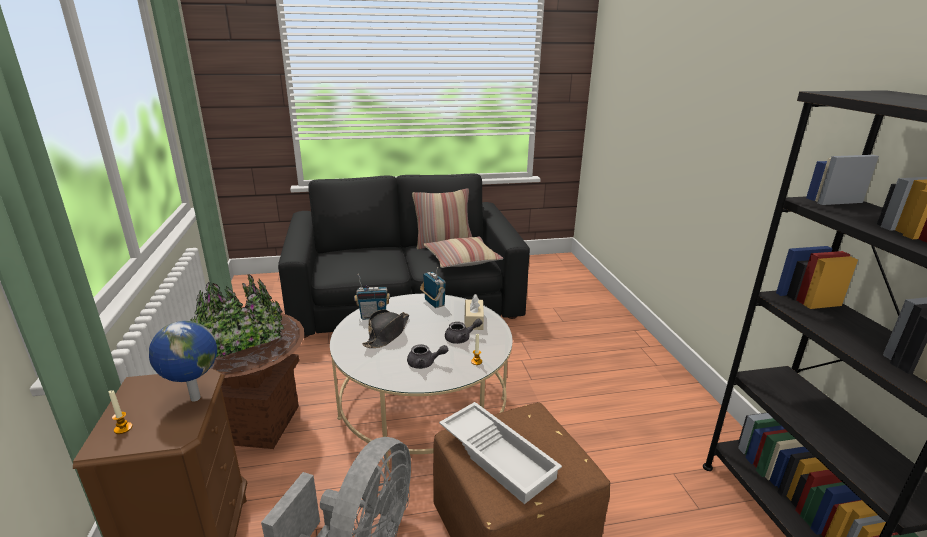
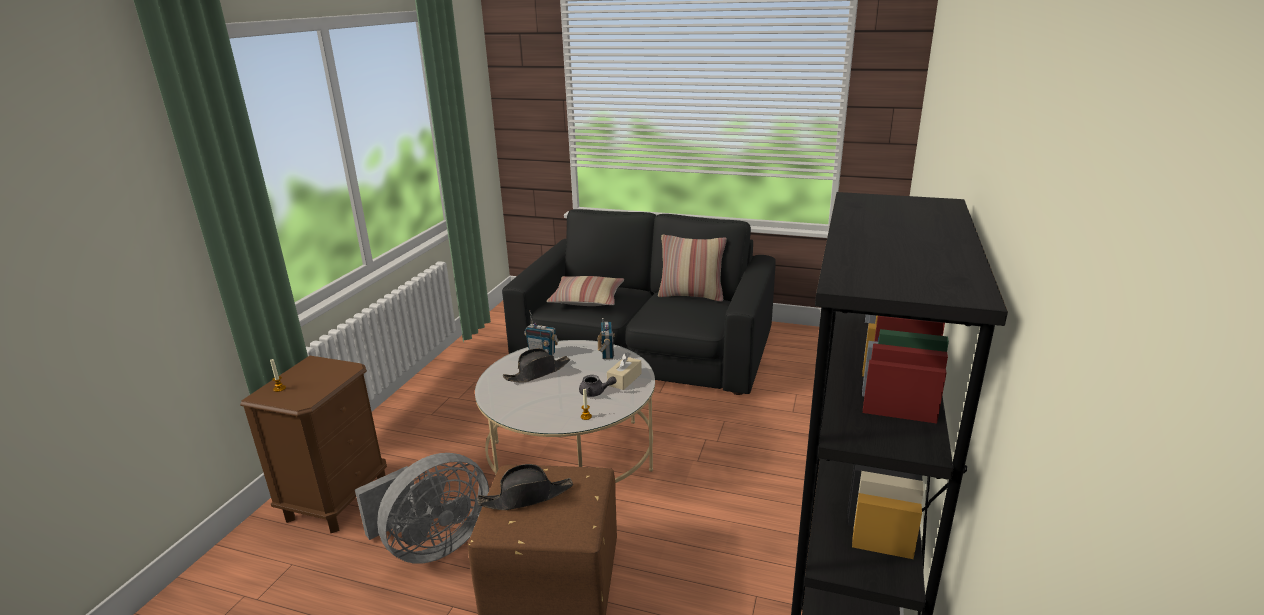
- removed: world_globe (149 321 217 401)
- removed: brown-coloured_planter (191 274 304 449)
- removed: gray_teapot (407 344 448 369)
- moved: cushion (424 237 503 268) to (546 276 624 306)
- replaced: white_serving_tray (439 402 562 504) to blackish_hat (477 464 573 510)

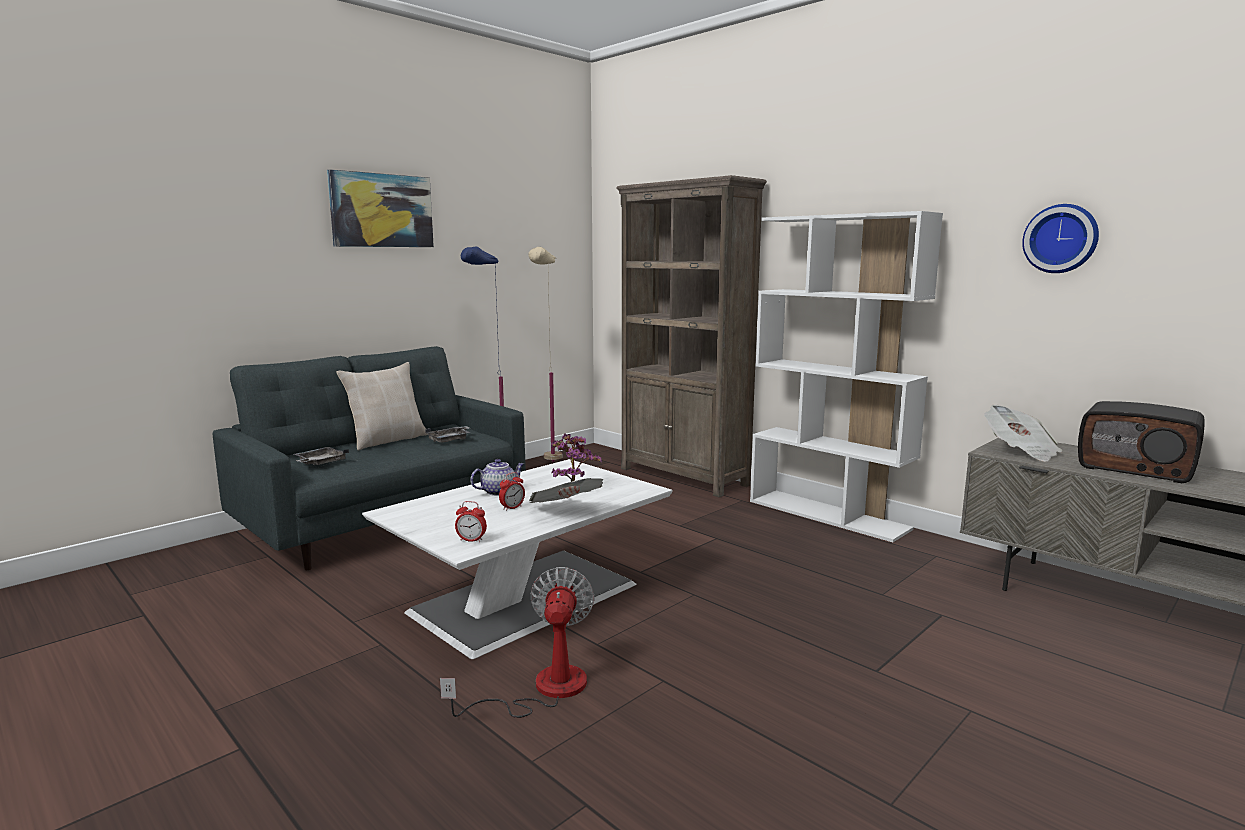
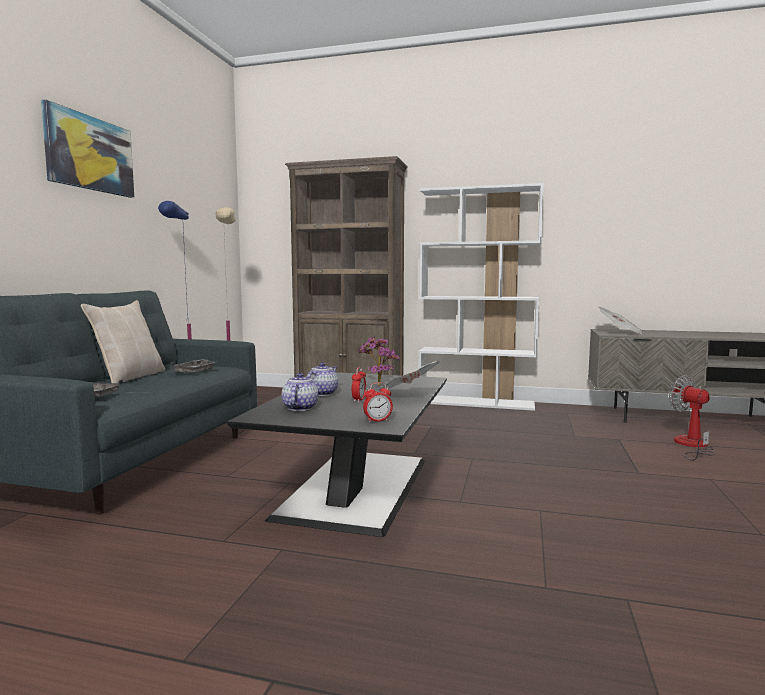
- recoloured: white_low_table (362 459 673 659) to blackish_low_table (227 372 447 537)
- moved: fan (440 567 595 718) to (669 375 715 461)
- removed: wall_clock (1022 204 1099 273)
- removed: radio_set (1078 401 1205 483)
- added: teapot (282 373 318 411)

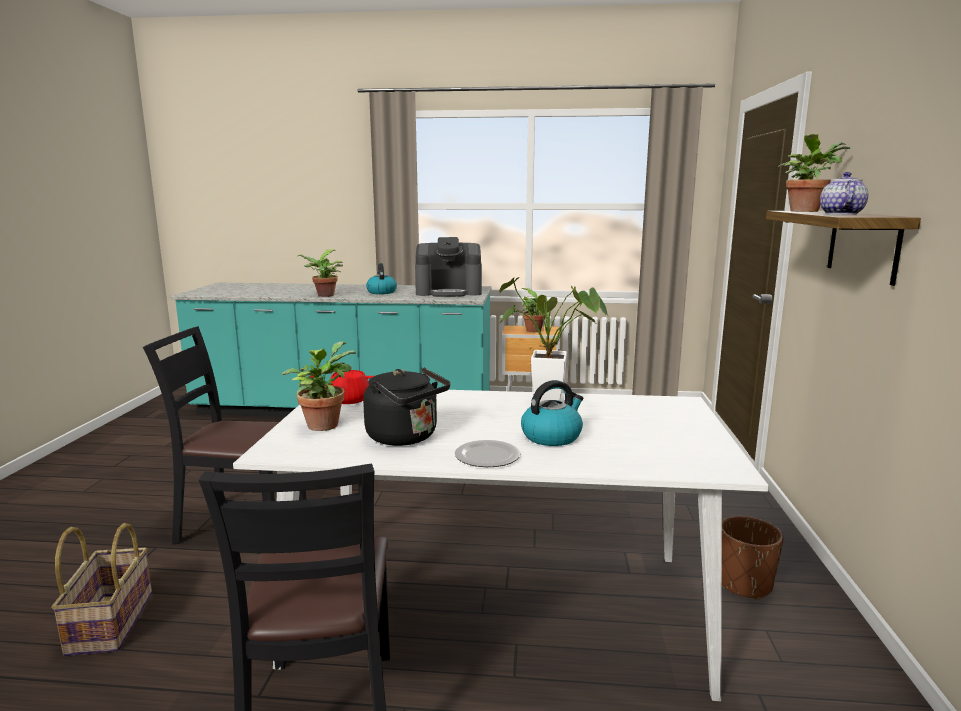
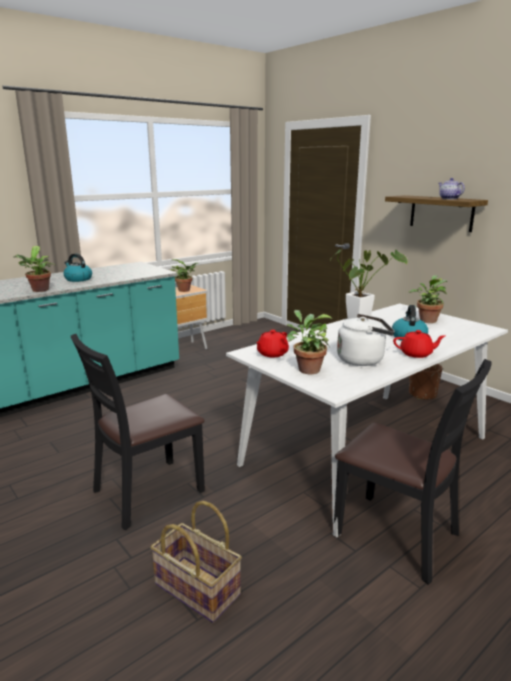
- recoloured: blackish_kettle (363 367 450 446) to white_kettle (337 314 395 366)
- removed: coffee_brewer (415 237 482 297)
- replaced: plate (455 440 520 467) to red_teapot (393 330 445 358)
- moved: houseplant (778 134 850 212) to (409 275 447 323)

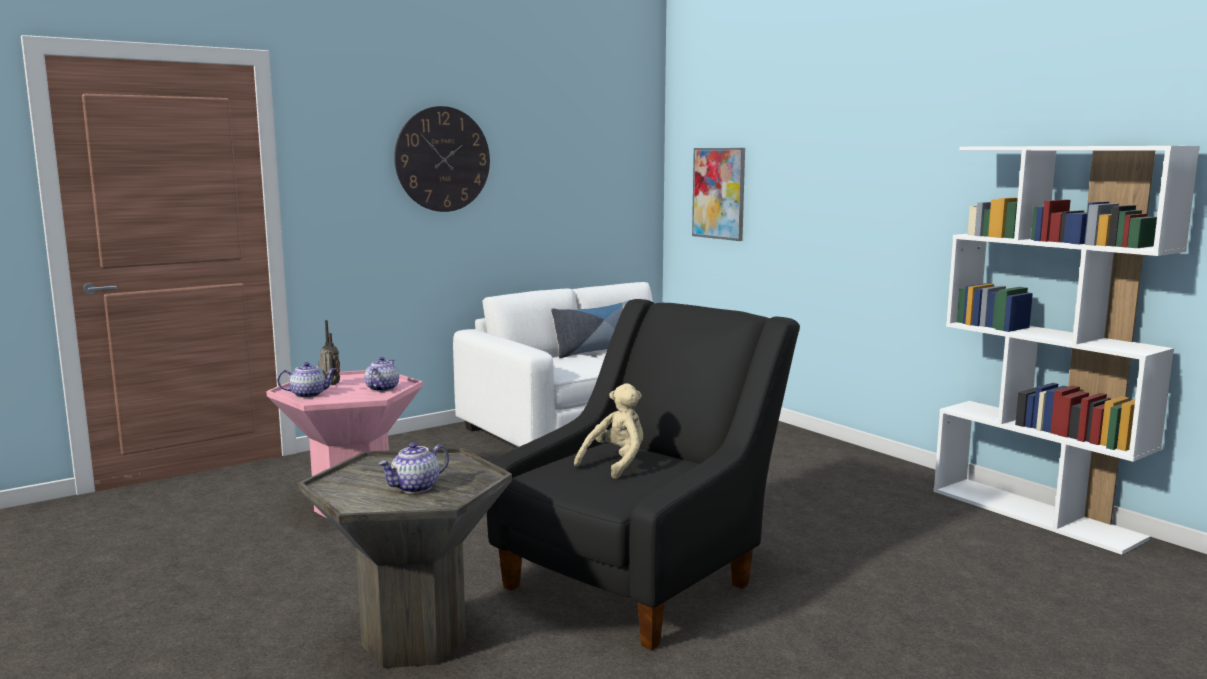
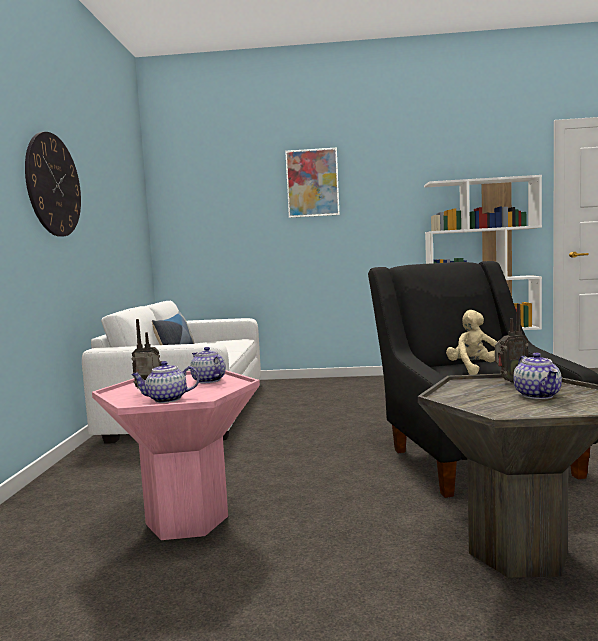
- turned: teapot (277 362 336 398) = (131 361 199 403) 120 degrees counterclockwise
- moved: wall_picture (692 148 745 241) to (285 147 340 218)
- added: radio_set (495 303 529 383)

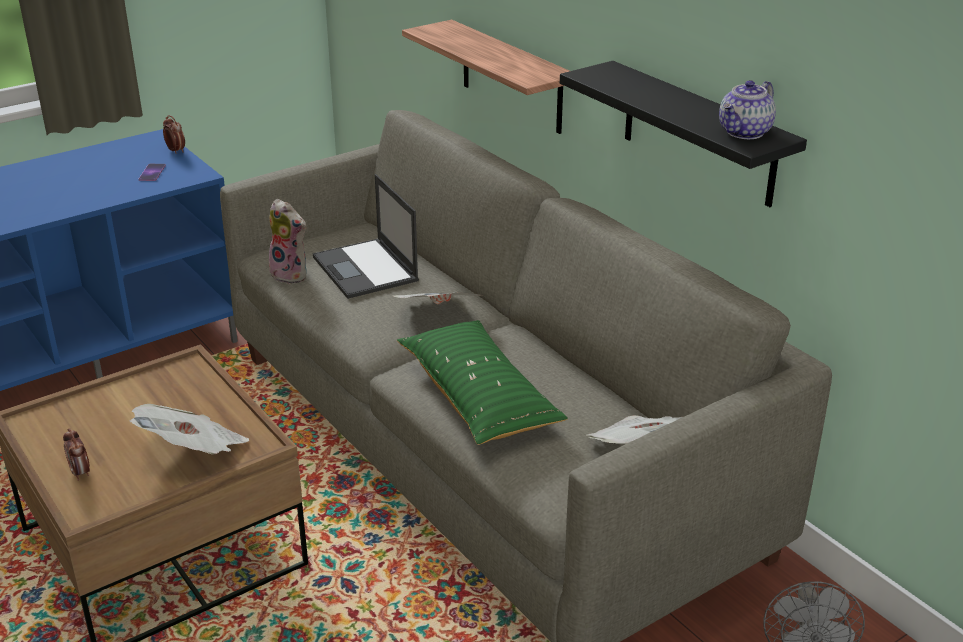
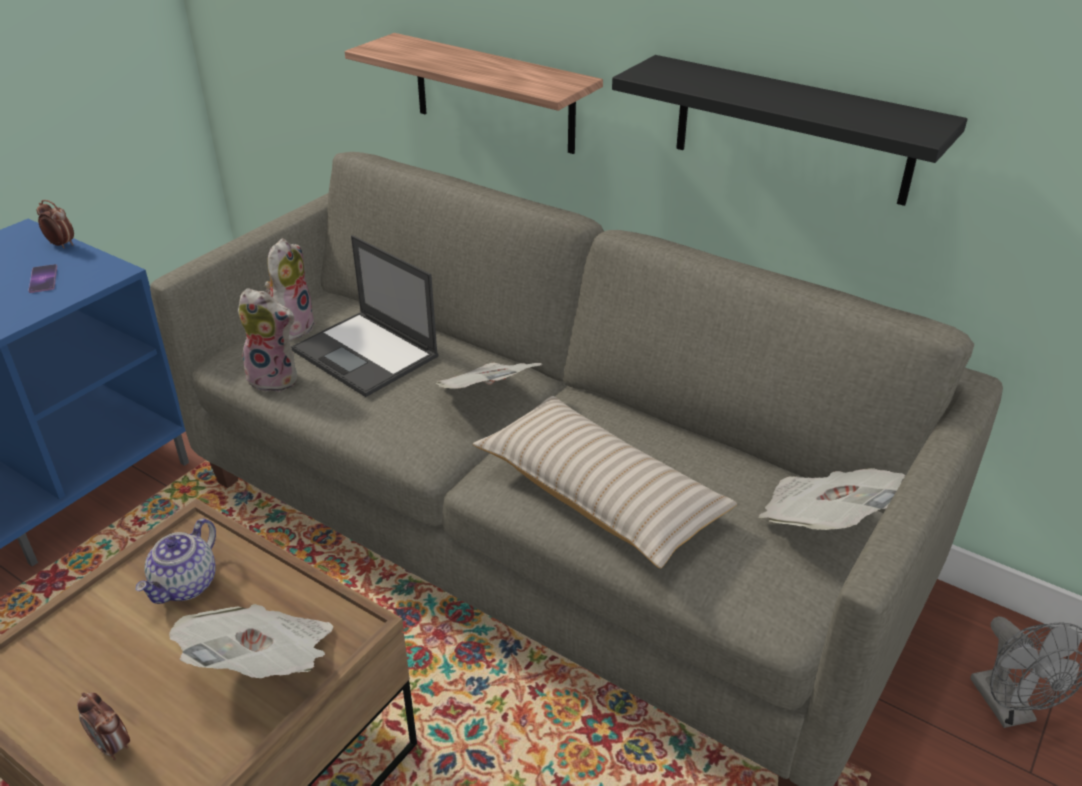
- recoloured: greenish_cushion (397 320 568 445) to beige_cushion (473 396 737 568)
- moved: teapot (719 80 776 139) to (136 518 216 604)
- added: plush_toy (265 238 316 341)

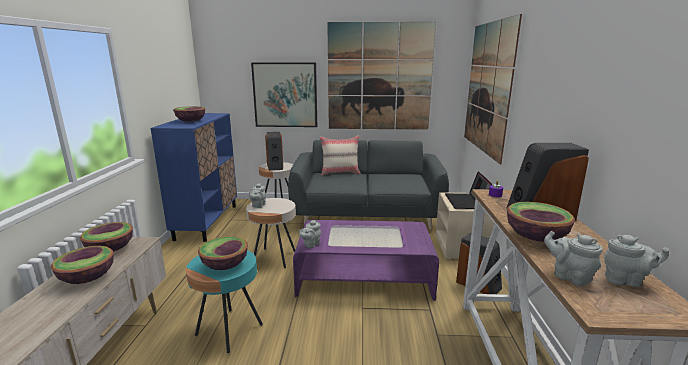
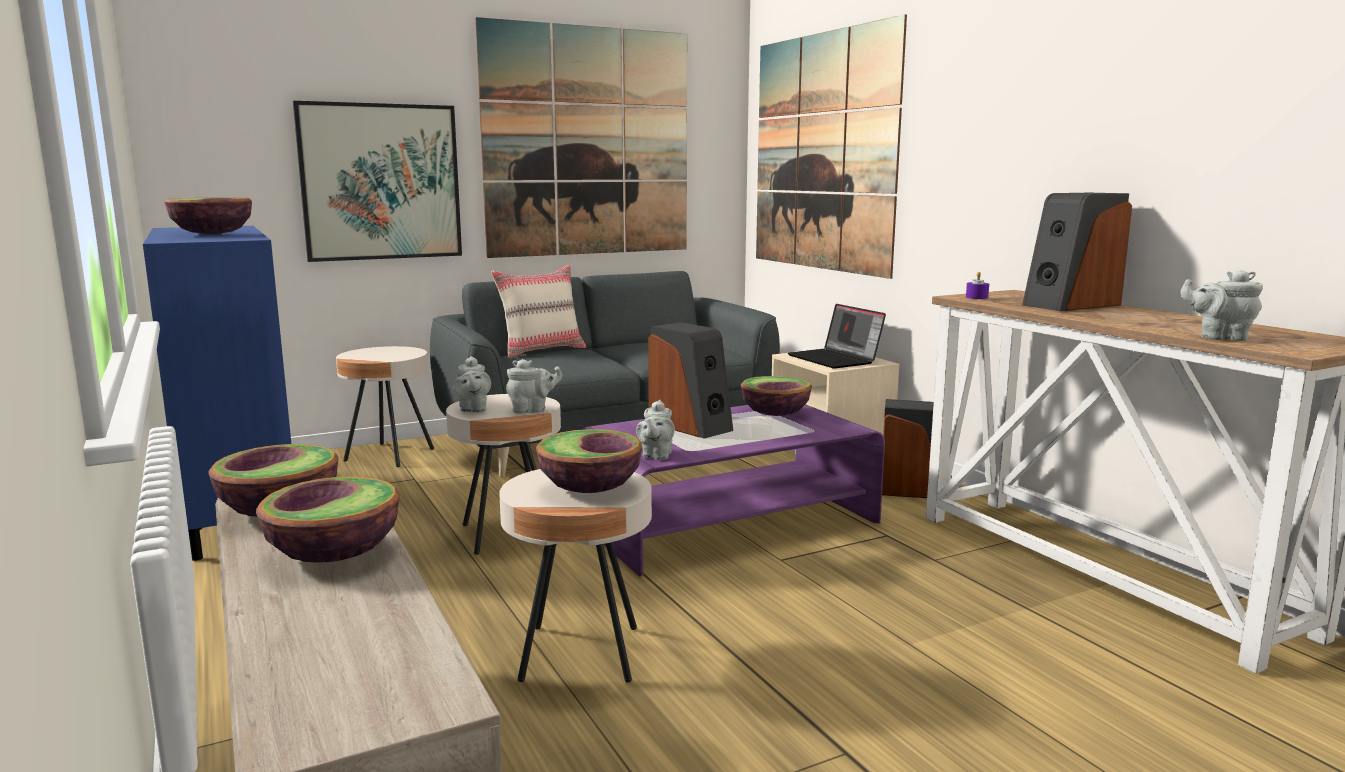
- recoloured: turquoise-coloured_side_table (186 250 263 353) to beige_side_table (499 469 652 683)
- moved: audio_speaker (265 132 283 171) to (648 322 733 439)
- moved: deep_dish (507 202 575 242) to (741 376 812 416)
- moved: gray_teapot (604 235 669 287) to (506 359 562 413)

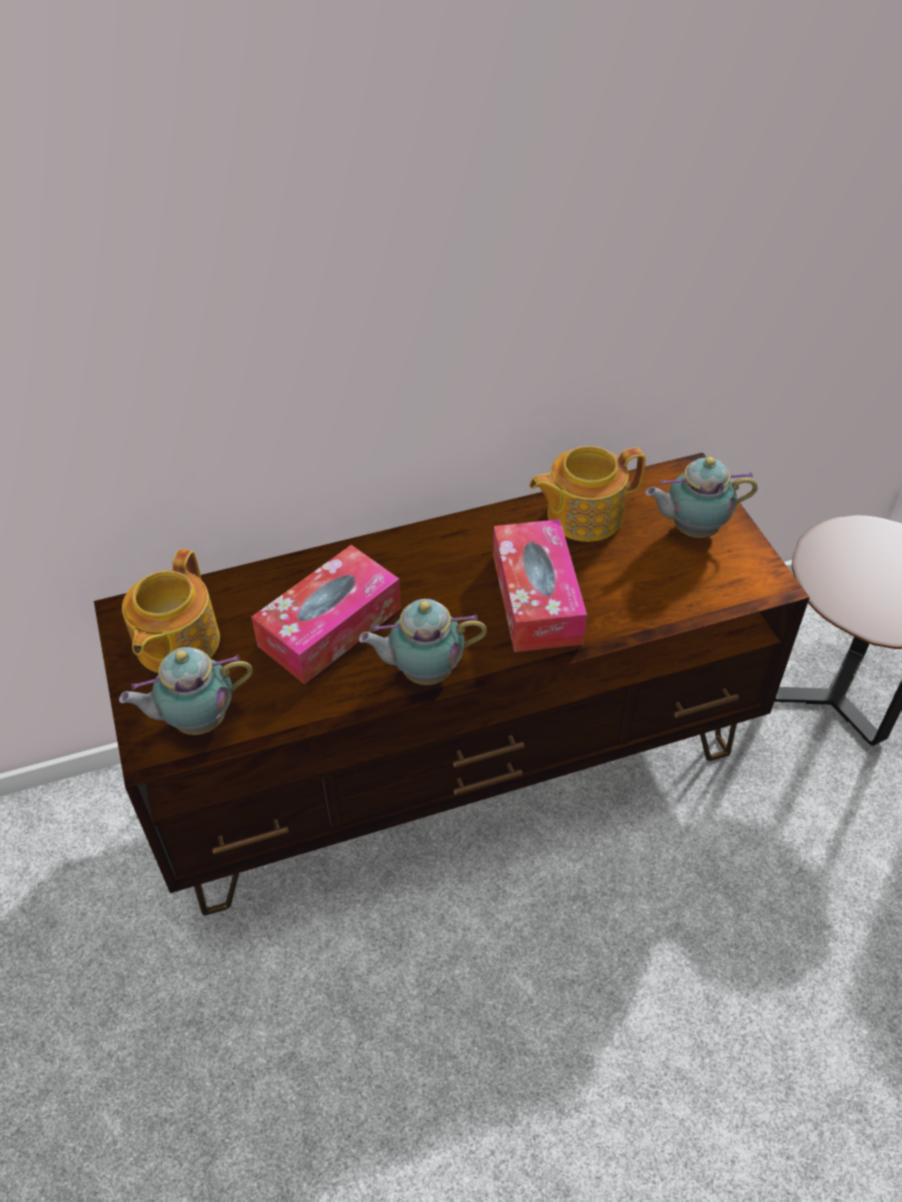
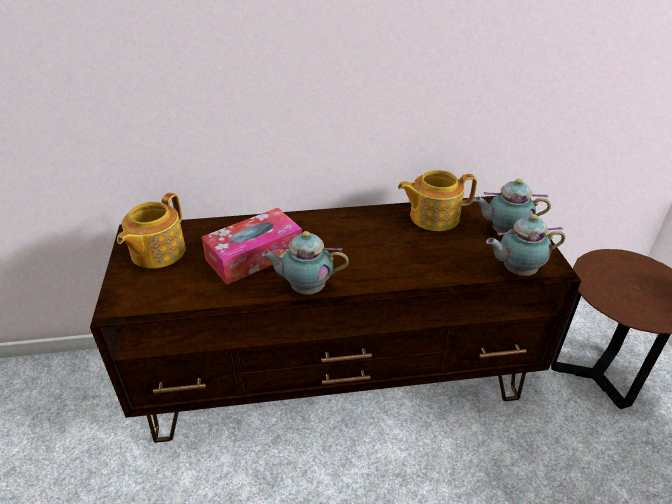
- moved: teapot (119 647 253 735) to (486 214 565 276)
- removed: box_of_tissues (493 519 587 652)

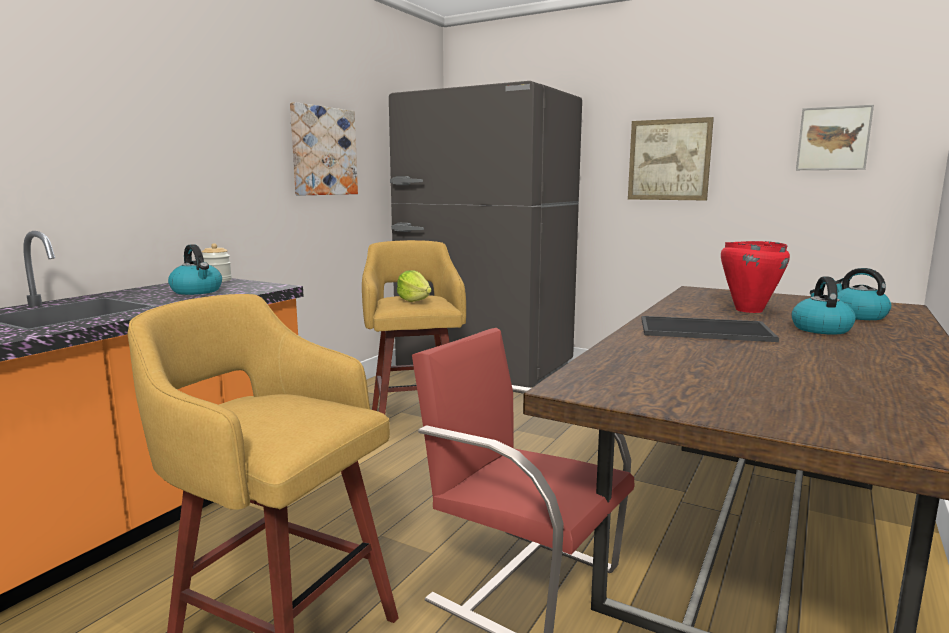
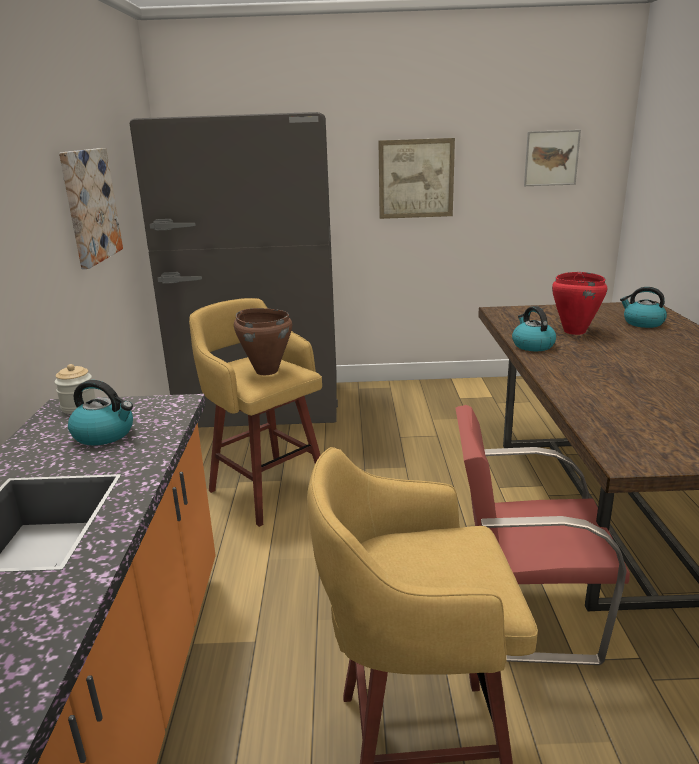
- replaced: lettuce (397 270 431 302) to brown-coloured_saucepot (234 308 292 375)
- removed: serving_tray (641 316 779 342)
- moved: kettle (791 276 856 335) to (512 306 556 351)

